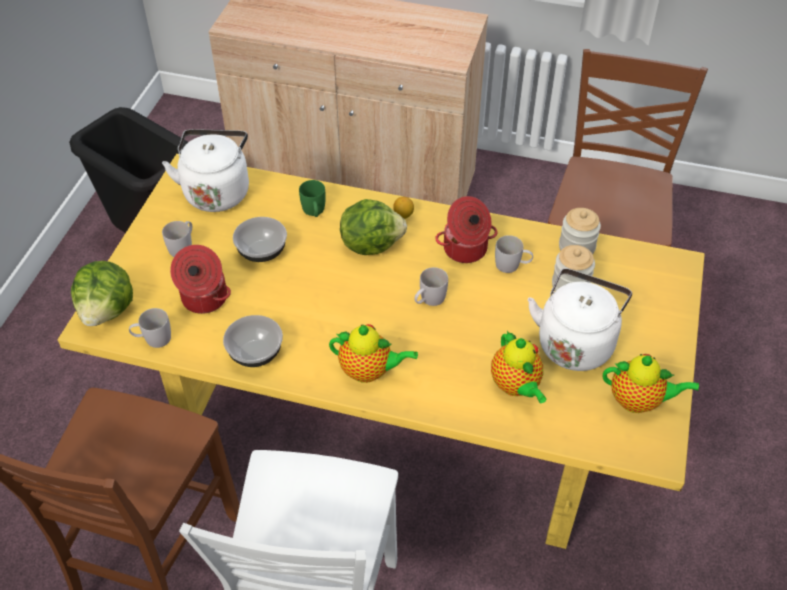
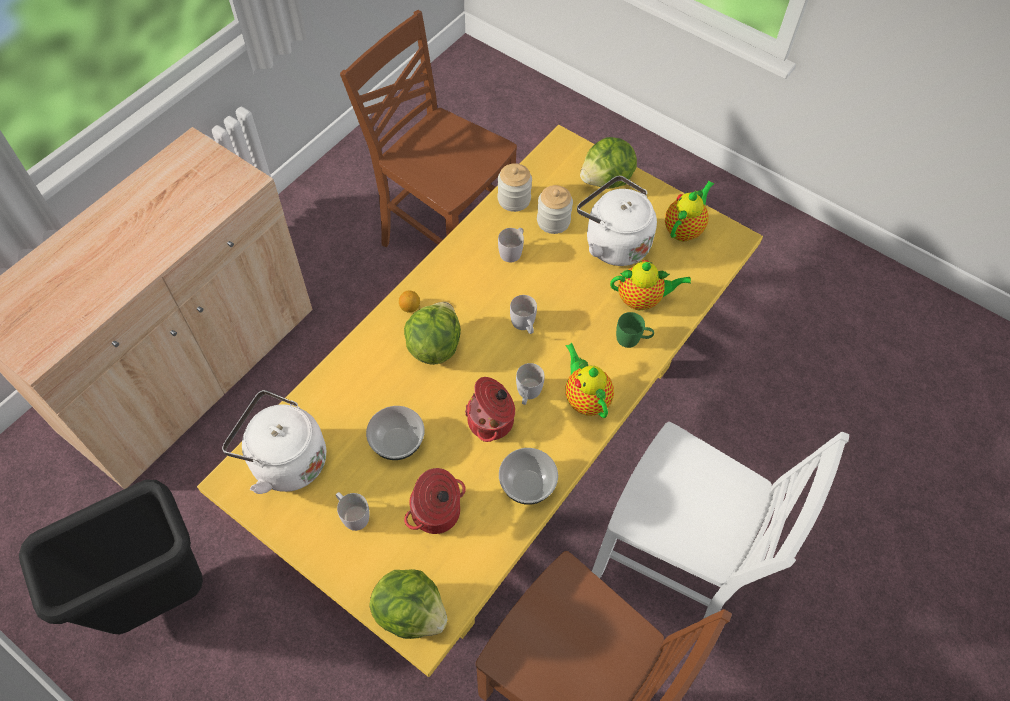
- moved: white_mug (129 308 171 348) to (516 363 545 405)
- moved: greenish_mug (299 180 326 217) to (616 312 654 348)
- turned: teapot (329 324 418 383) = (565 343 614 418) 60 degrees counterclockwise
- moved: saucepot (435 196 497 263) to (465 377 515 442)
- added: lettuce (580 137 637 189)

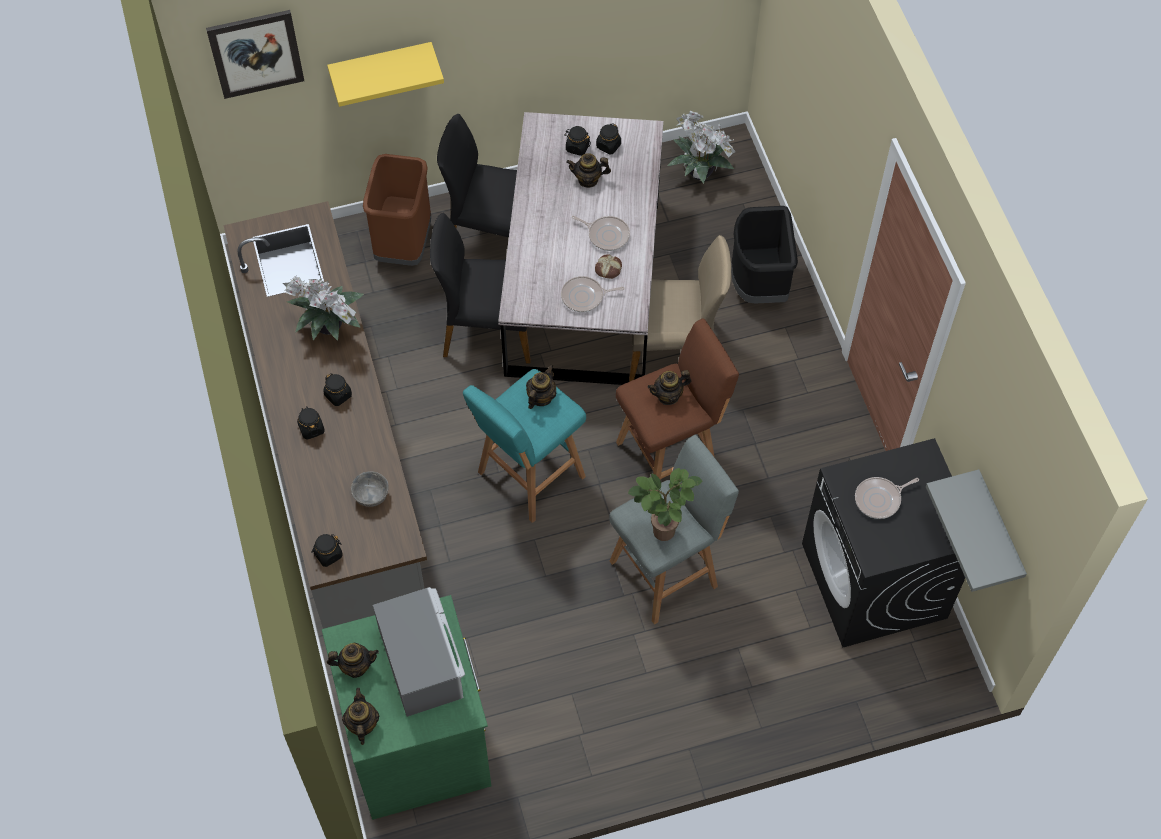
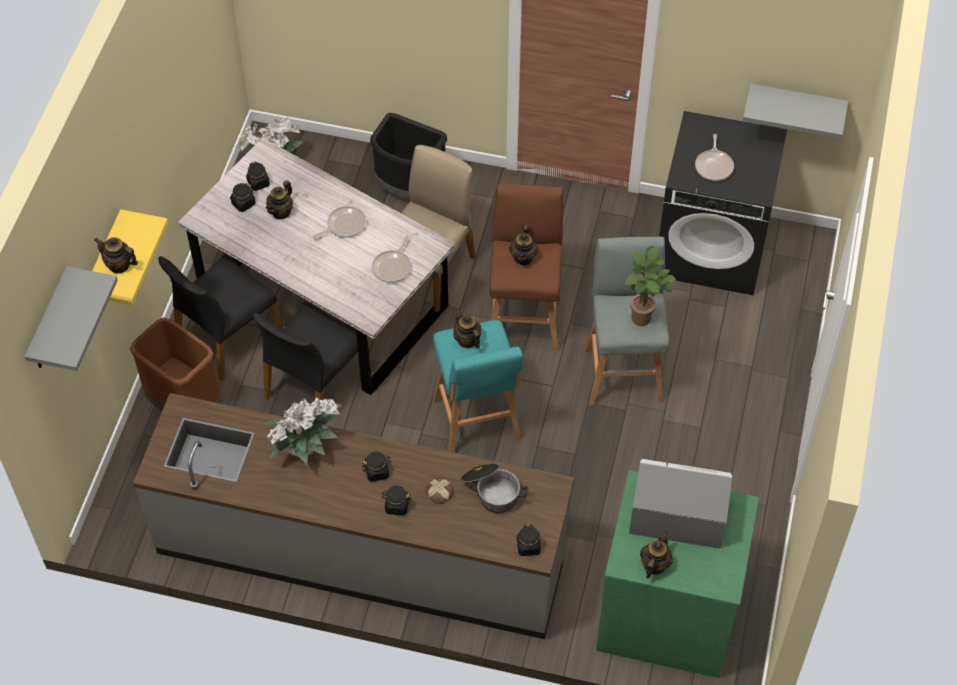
- replaced: wall_picture (206 10 304 99) to gray_wall_shelf (24 266 118 371)
- moved: teapot (342 688 380 745) to (94 237 138 274)
- replaced: gray_deep_dish (351 472 389 507) to saucepot (460 464 528 513)
- moved: bakery_bread (595 254 622 279) to (425 477 454 504)

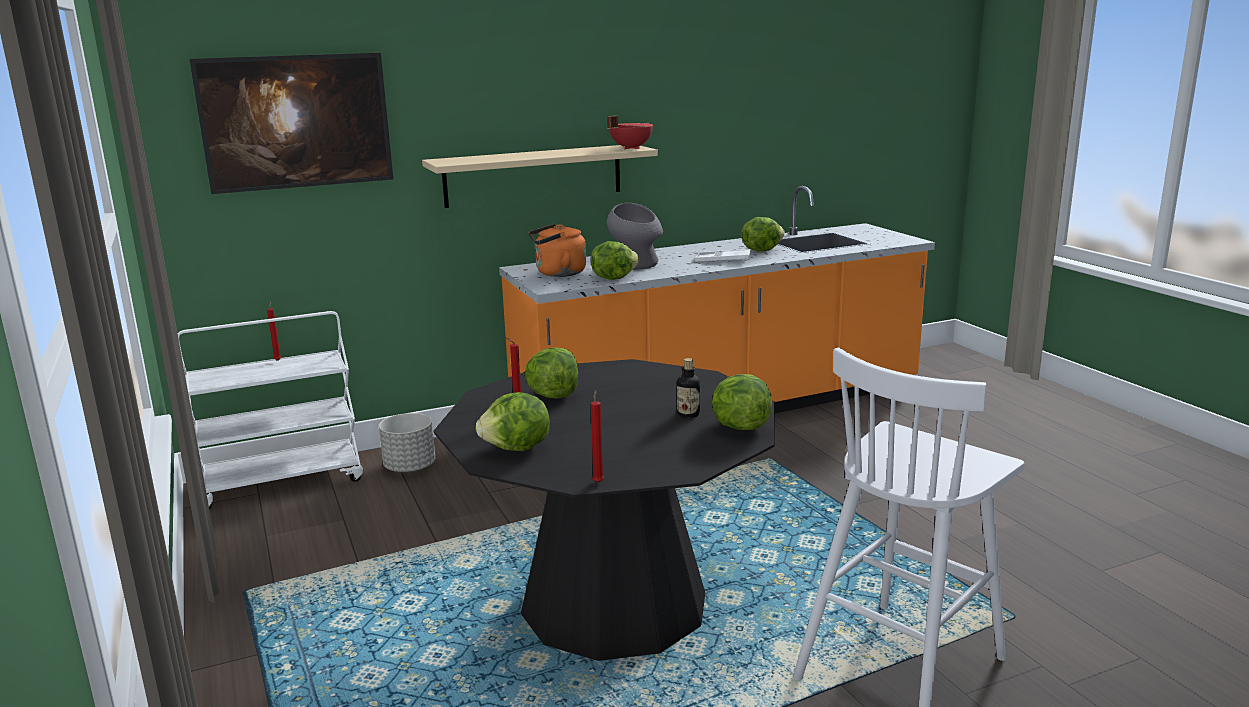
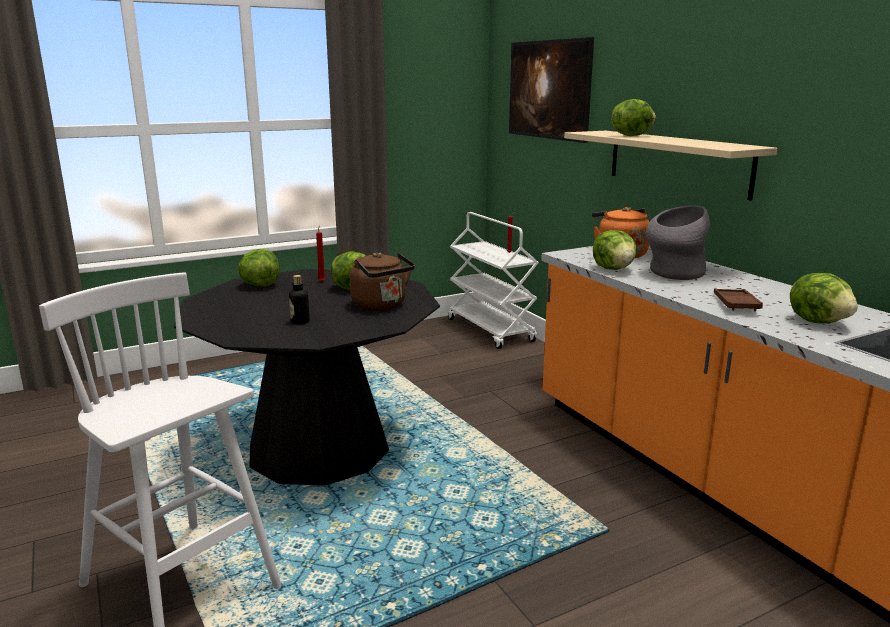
- removed: gray_planter (379 413 435 473)
- removed: red_wax_candle (591 390 604 483)
- removed: red_saucepot (607 116 653 149)
- recoloured: white_serving_tray (694 249 752 262) to brown-coloured_serving_tray (714 288 763 312)
- moved: lettuce (712 374 772 430) to (611 99 656 136)
- added: brown-coloured_kettle (350 252 415 310)

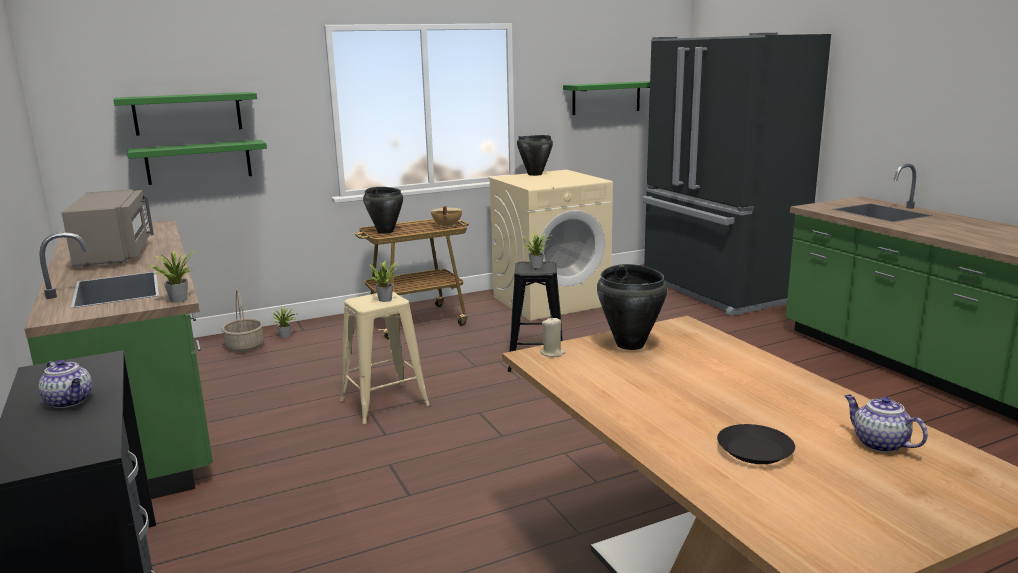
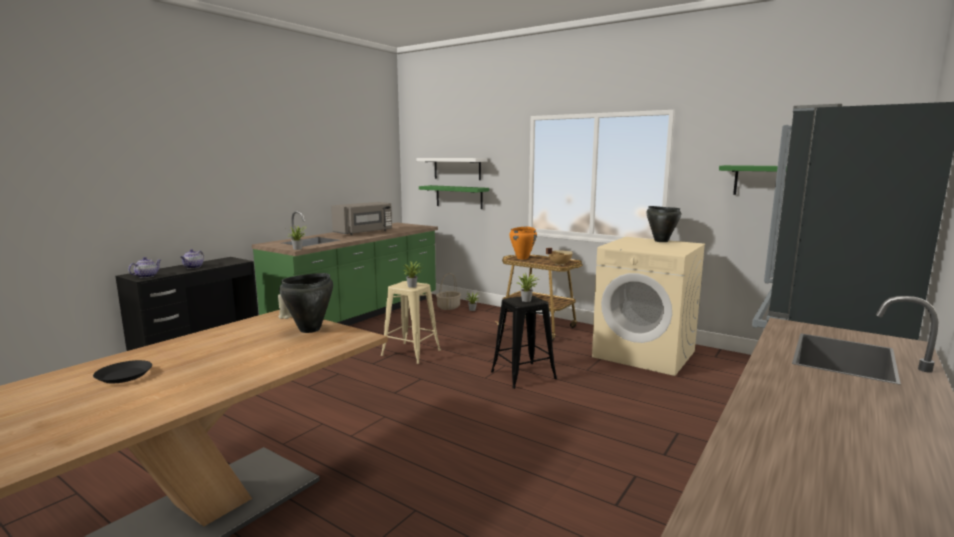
- recoloured: greenish_wall_shelf (113 92 257 136) to white_wall_shelf (416 158 488 180)
- recoloured: blackish_saucepot (363 187 403 234) to orangey_saucepot (509 227 537 259)
- moved: teapot (845 395 928 453) to (128 257 161 278)

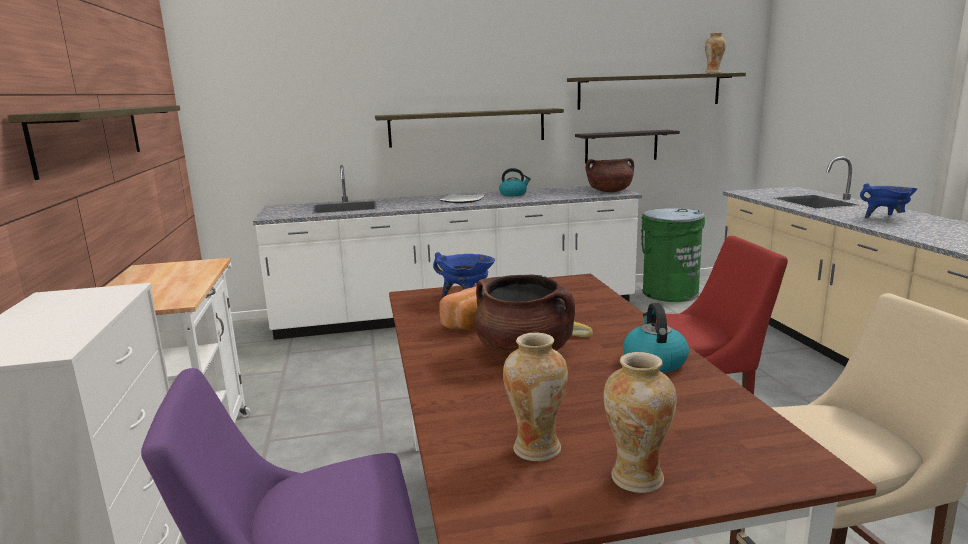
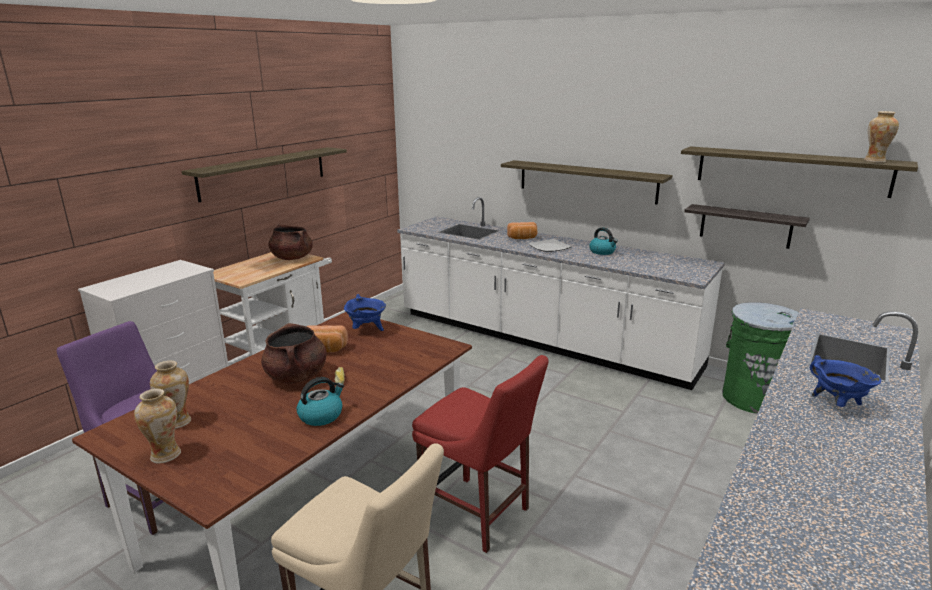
- moved: brown-coloured_saucepot (586 158 634 192) to (268 224 313 260)
- added: bakery_bread (507 222 538 239)

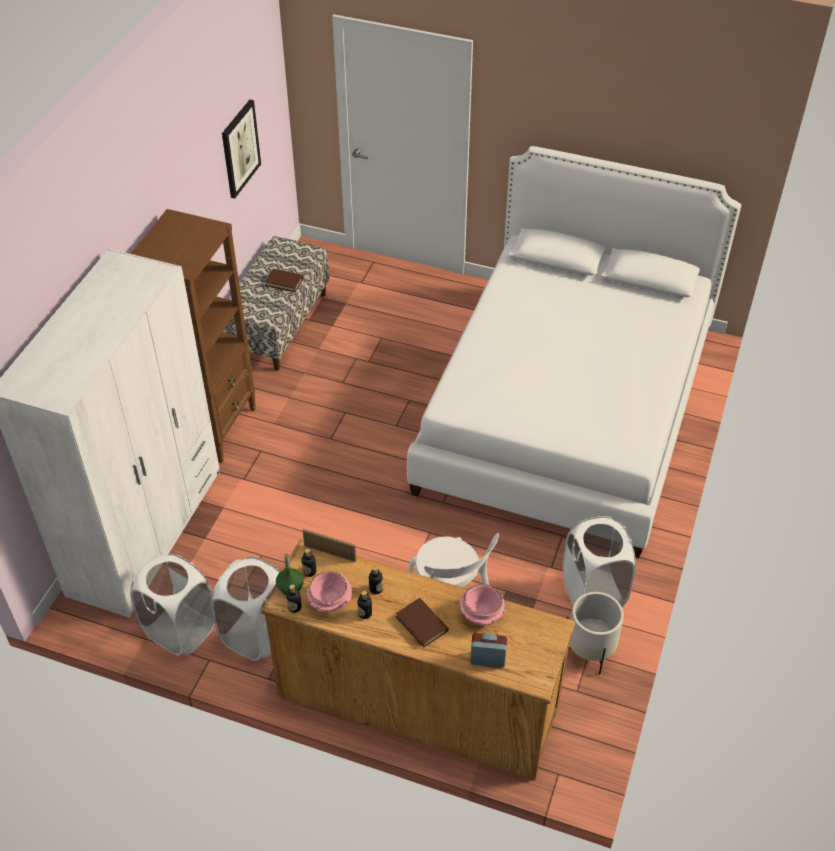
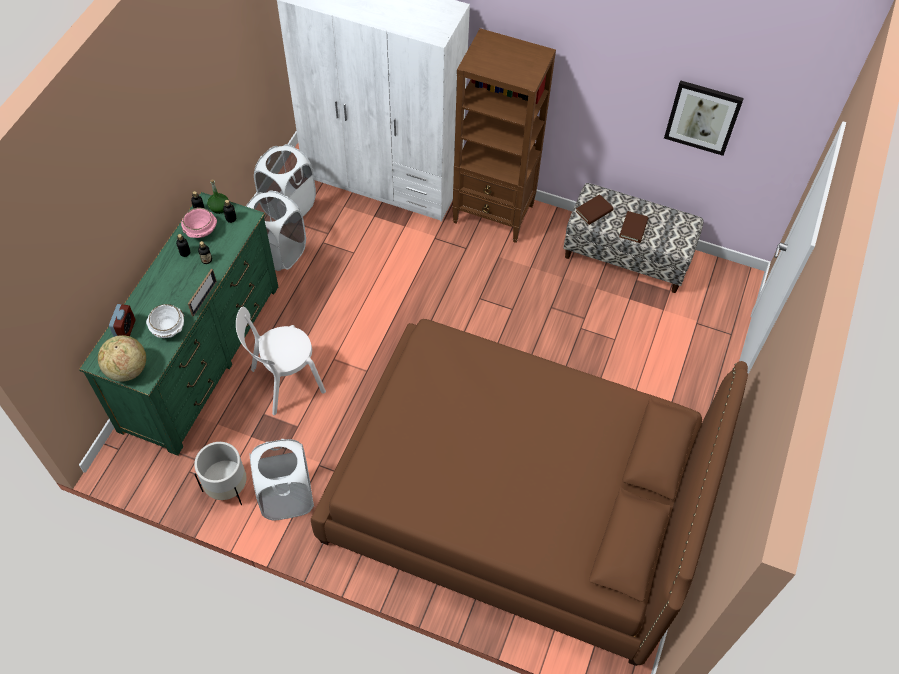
- recoloured: brown-coloured_dresser (261 540 576 780) to greenish_dresser (79 192 278 456)
- moved: standing_frame (303 529 356 562) to (188 269 217 317)
- moved: brown-coloured_book (396 598 449 648) to (575 194 614 225)
- recoloured: white_sleeping_bed (407 146 741 558) to brown-coloured_sleeping_bed (311 319 748 666)
- recoloured: pink-coloured_deep_dish (459 584 506 626) to white_deep_dish (146 304 184 338)
- added: world_globe (98 335 146 381)

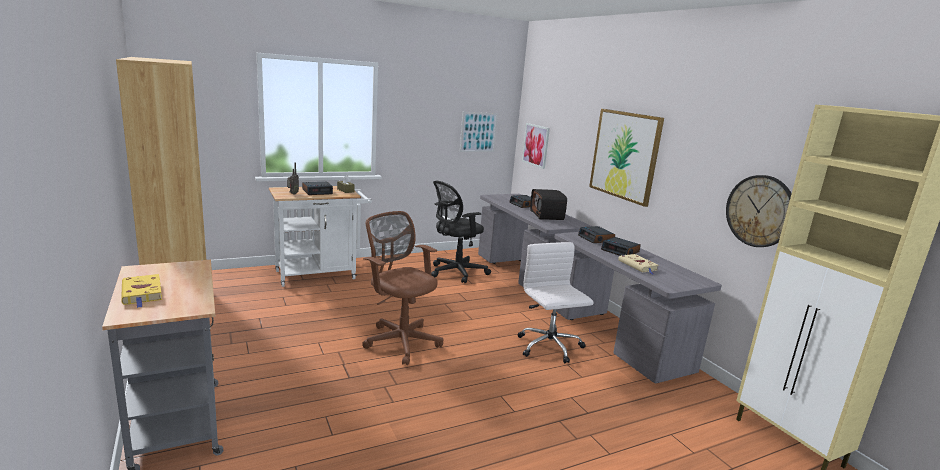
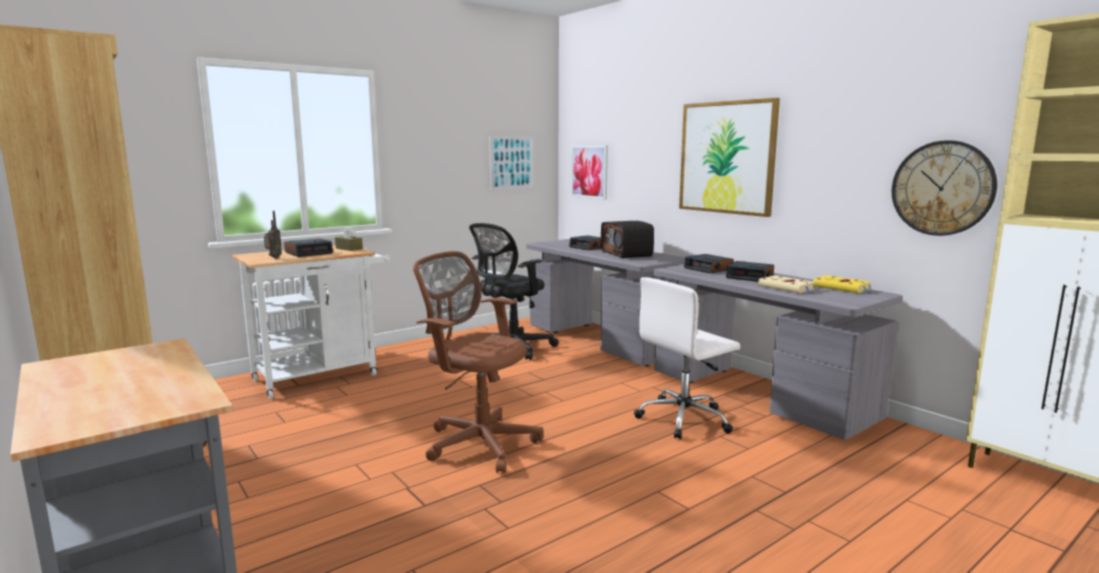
- moved: yellow_book (121 274 162 308) to (813 275 872 294)
- turned: white_office_chair (518 242 594 363) = (634 277 740 439) 90 degrees counterclockwise

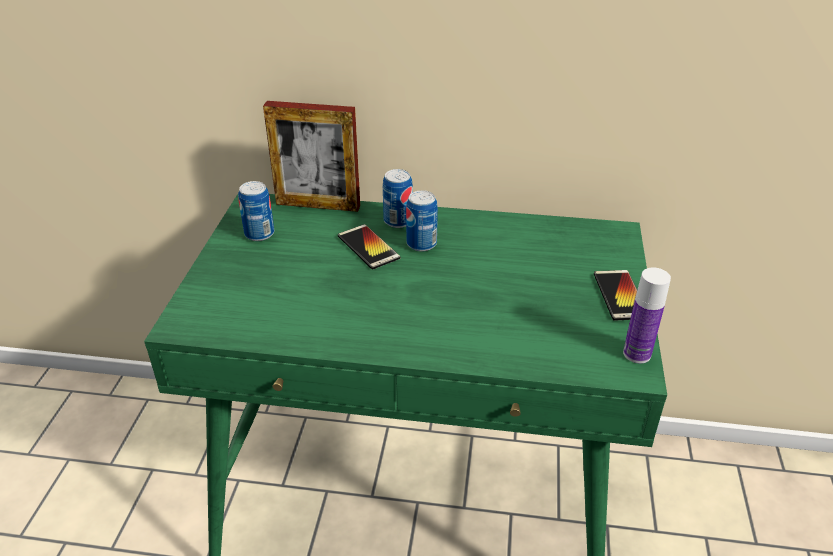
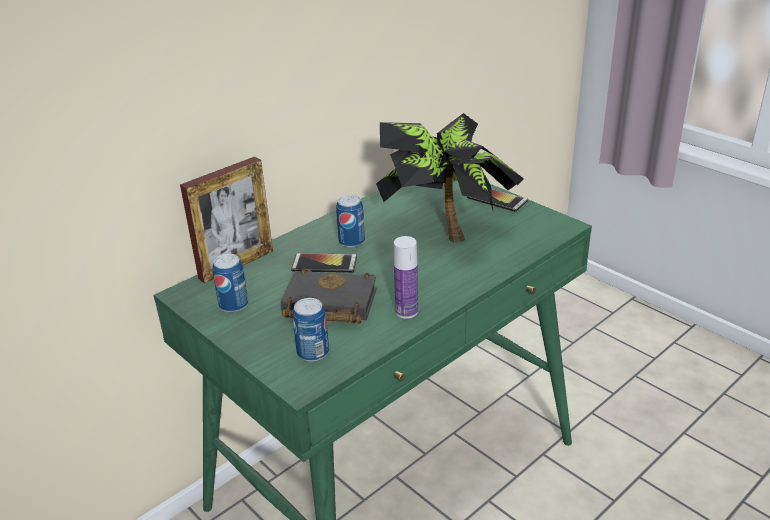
- moved: metal_can (383 169 413 228) to (293 298 329 362)
- moved: drink_bottle (623 267 671 363) to (394 236 418 319)
- added: blackish_book (280 268 377 324)
- added: houseplant (376 113 524 243)

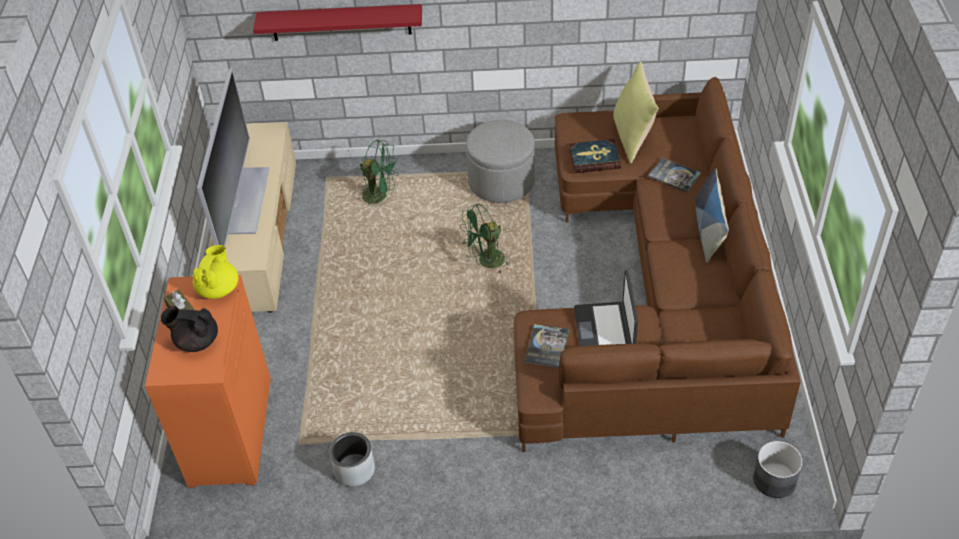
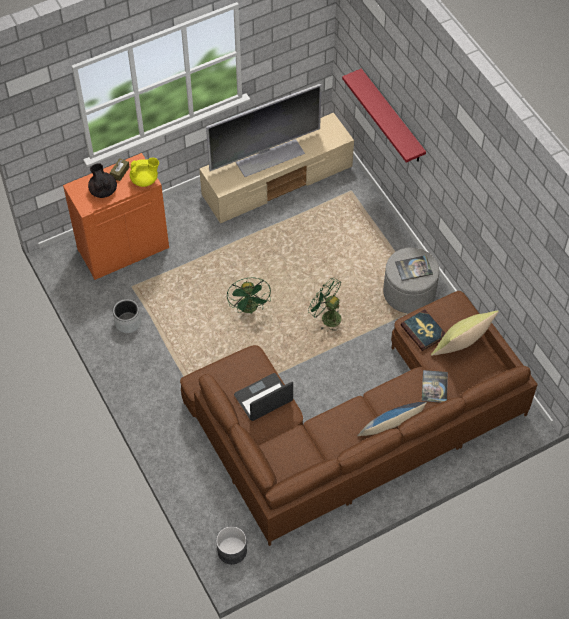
- moved: greenish_fan (359 140 398 205) to (227 278 271 314)
- moved: book (525 324 569 368) to (395 255 433 281)

